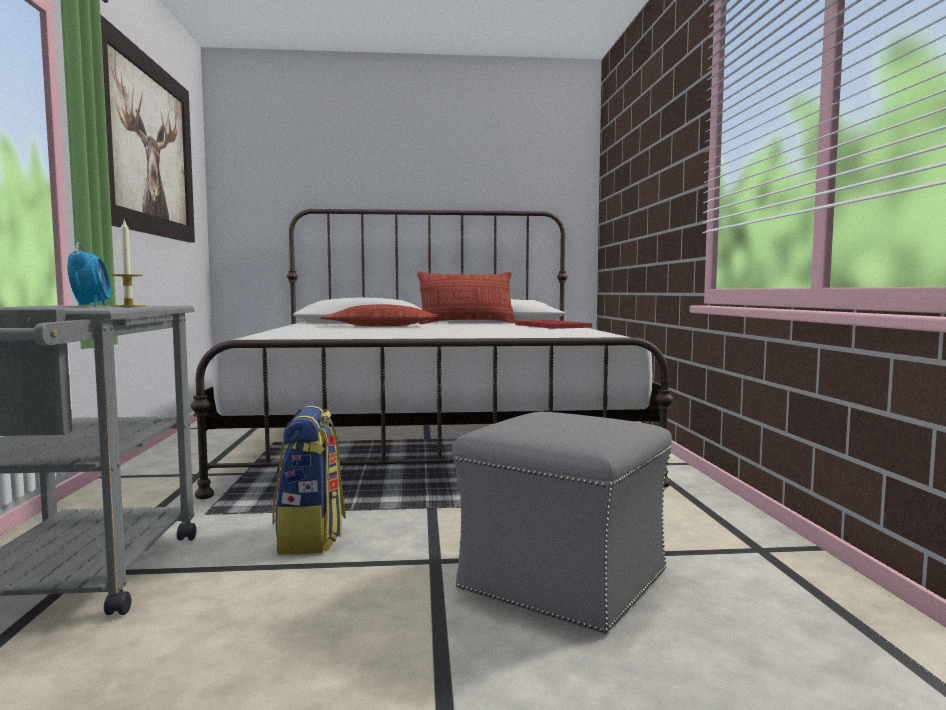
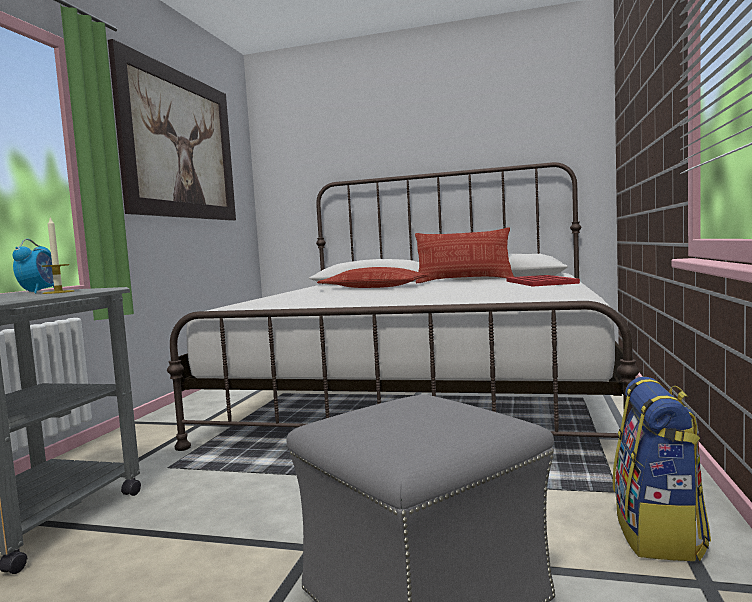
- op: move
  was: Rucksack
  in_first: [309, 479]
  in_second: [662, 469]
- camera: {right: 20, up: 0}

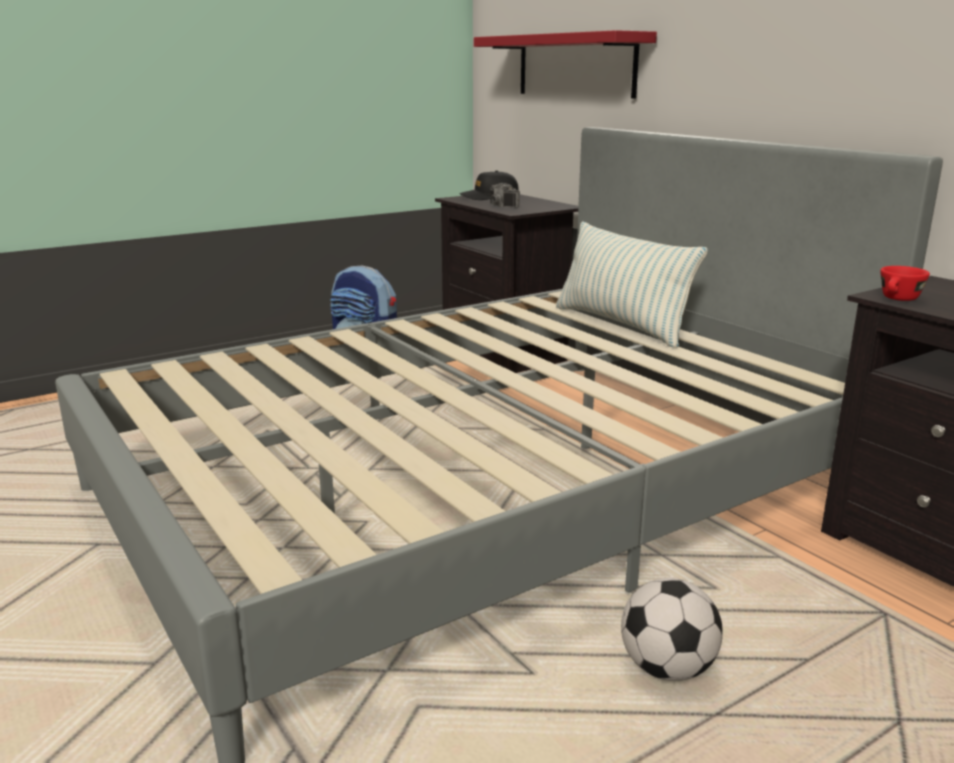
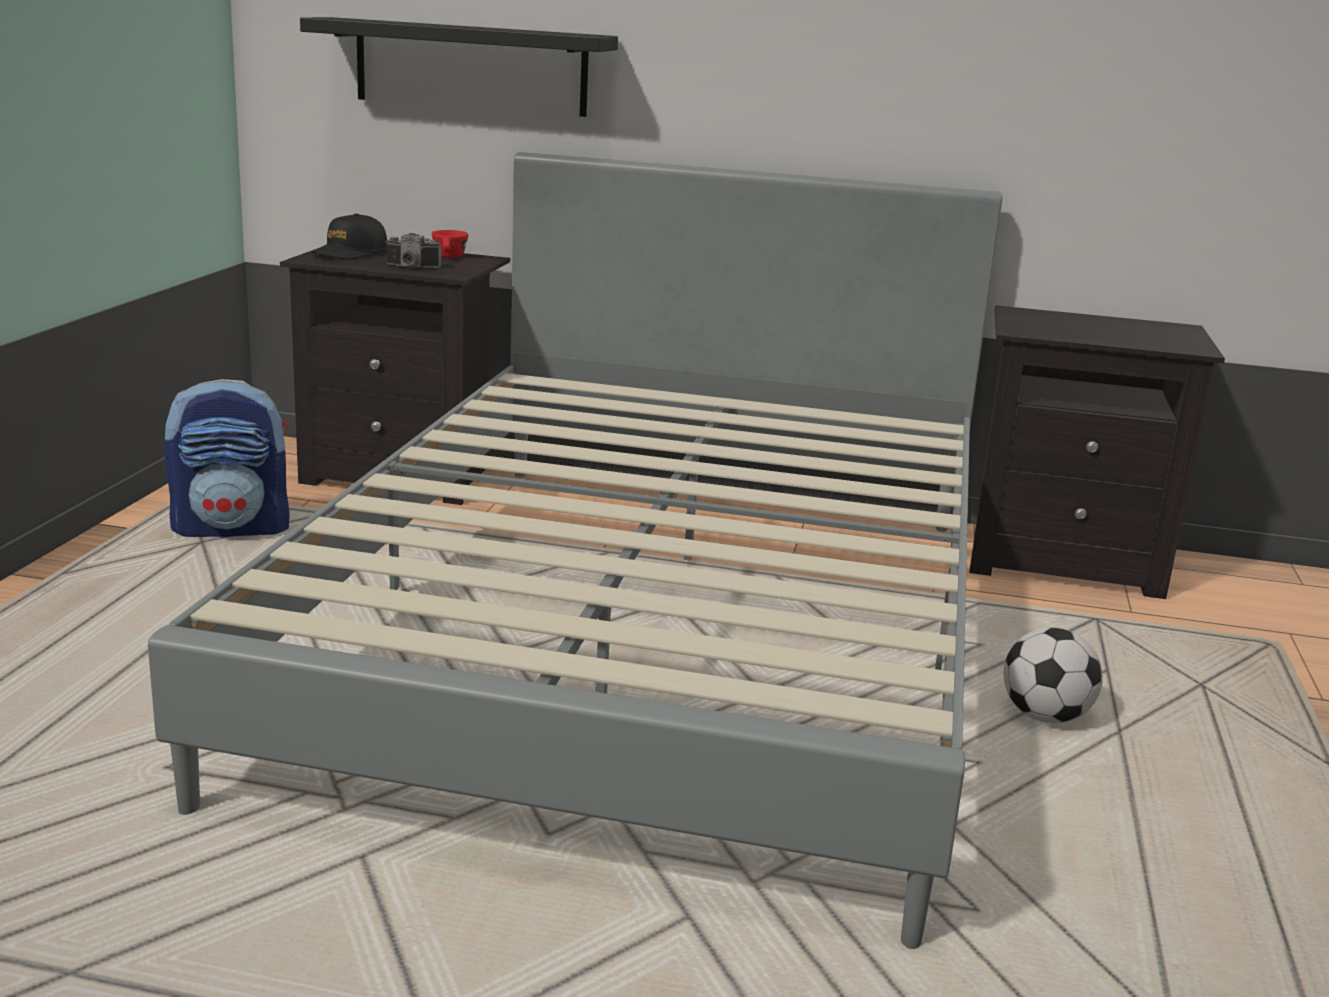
- op: recolor
  was: Wandregal [rot]
  now: Wandregal [schwarz]
  in_first: [565, 64]
  in_second: [459, 67]
- op: delete
  was: Kissen
  in_first: [632, 284]
- op: move
  was: Tasse [rot]
  in_first: [905, 283]
  in_second: [450, 244]
- camera: {right: -45, up: 0}

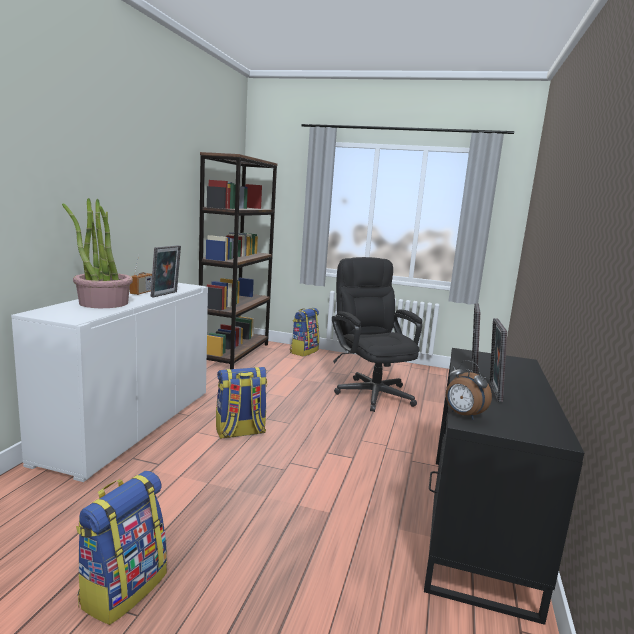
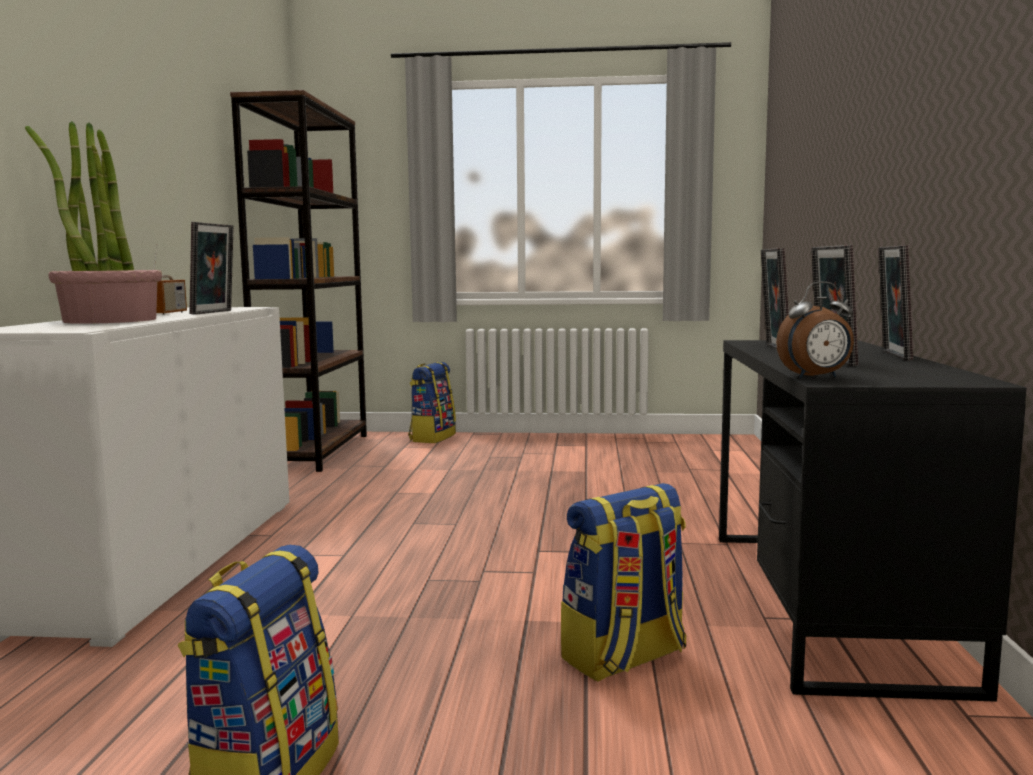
- op: move
  was: Rucksack
  in_first: [241, 403]
  in_second: [623, 582]
- op: delete
  was: Bürostuhl [schwarz]
  in_first: [377, 334]
- op: rotate
  was: Wecker
  in_first: [469, 390]
  in_second: [815, 329]
  clockwise: -45
- op: insert
  now: Bilderrahmen
  in_second: [896, 302]
- camera: {right: -10, up: -5}

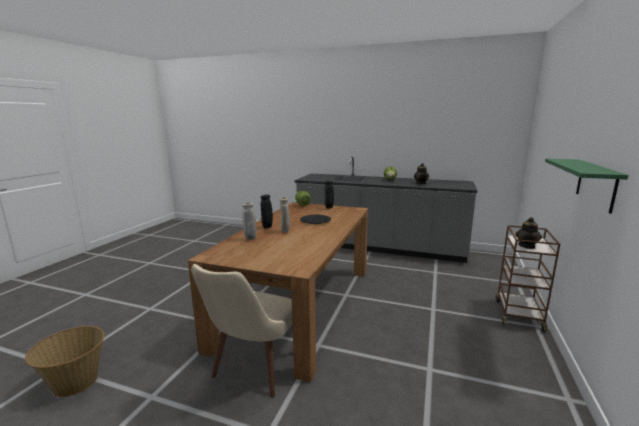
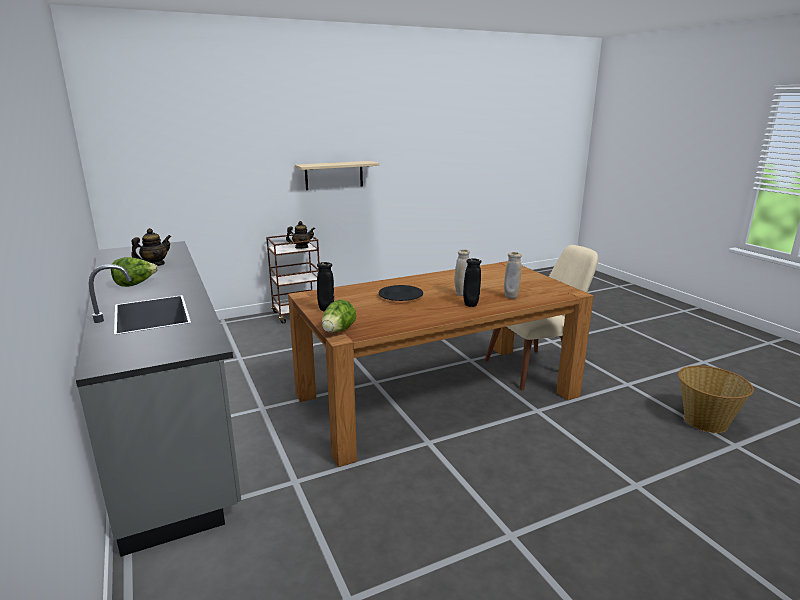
- op: recolor
  was: Wandregal [grün]
  now: Wandregal [beige]
  in_first: [586, 186]
  in_second: [337, 175]
- camera: {right: -135, up: 5}

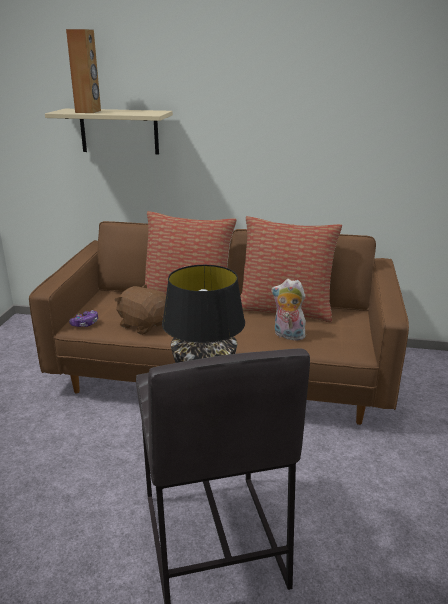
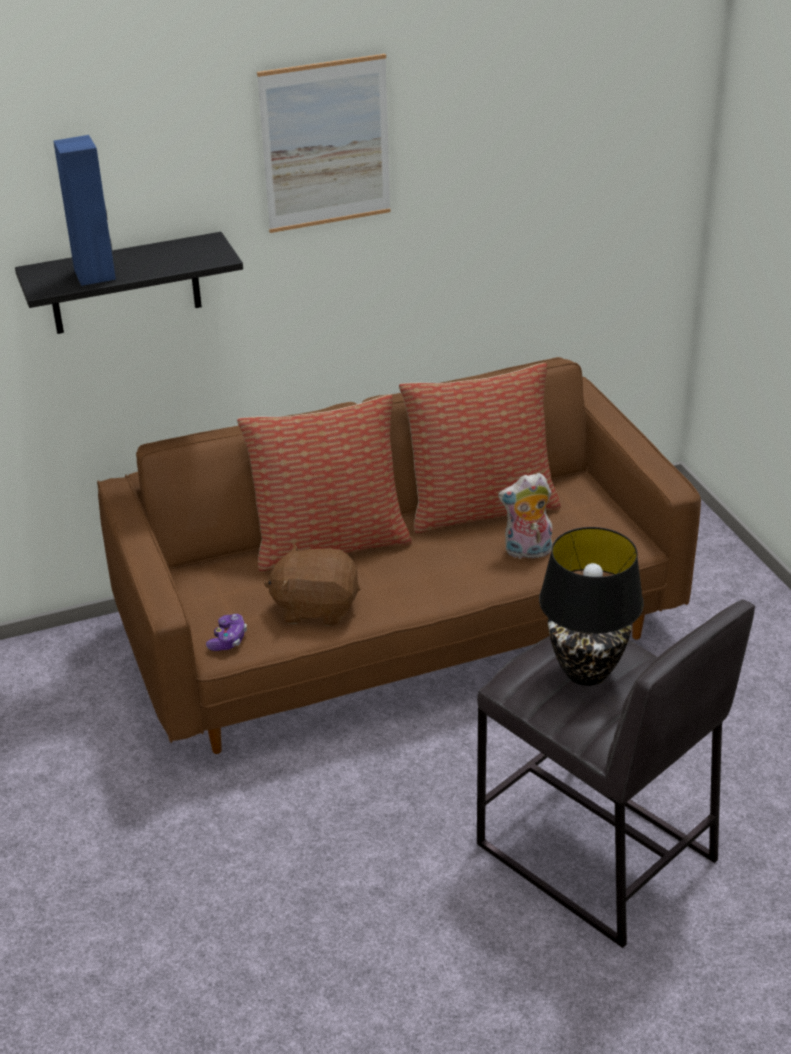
- op: recolor
  was: Wandregal [beige]
  now: Wandregal [schwarz]
  in_first: [109, 132]
  in_second: [129, 283]
- op: recolor
  was: Lautsprecher [braun]
  now: Lautsprecher [blau]
  in_first: [83, 71]
  in_second: [84, 210]
- op: insert
  now: Bild
  in_second: [324, 143]
- camera: {right: -30, up: 10}

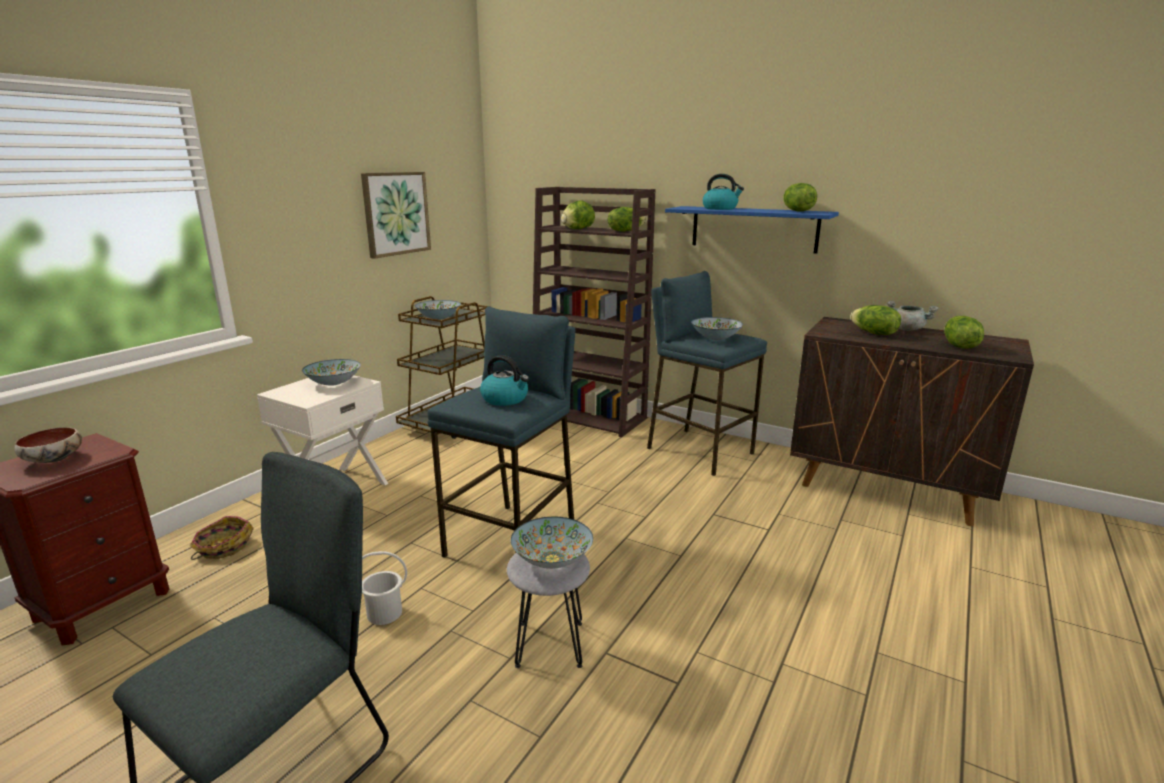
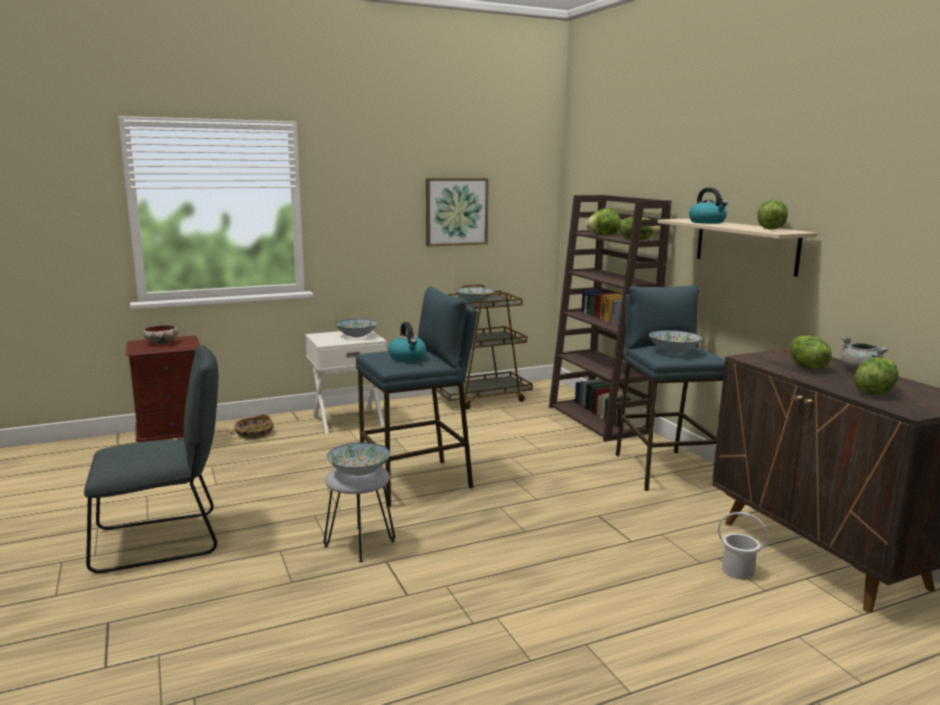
- op: move
  was: Eimer [weiß]
  in_first: [384, 588]
  in_second: [743, 546]
- op: recolor
  was: Wandregal [blau]
  now: Wandregal [beige]
  in_first: [752, 230]
  in_second: [737, 248]
- camera: {right: 35, up: -5}

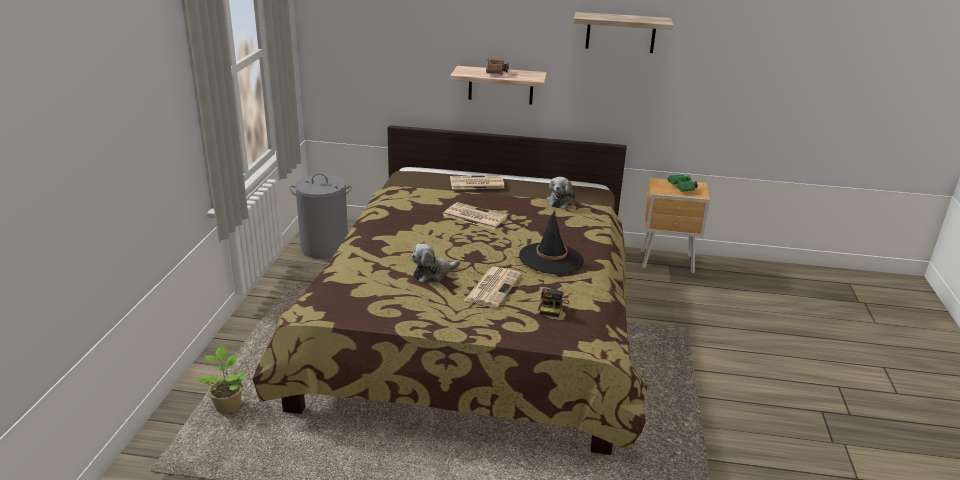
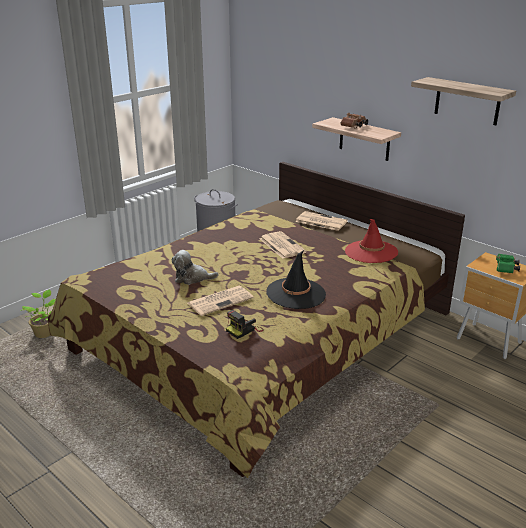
- op: replace
  was: Plüschtier
  now: Hut [rot]
  in_first: [561, 193]
  in_second: [371, 241]
- camera: {right: 35, up: 0}

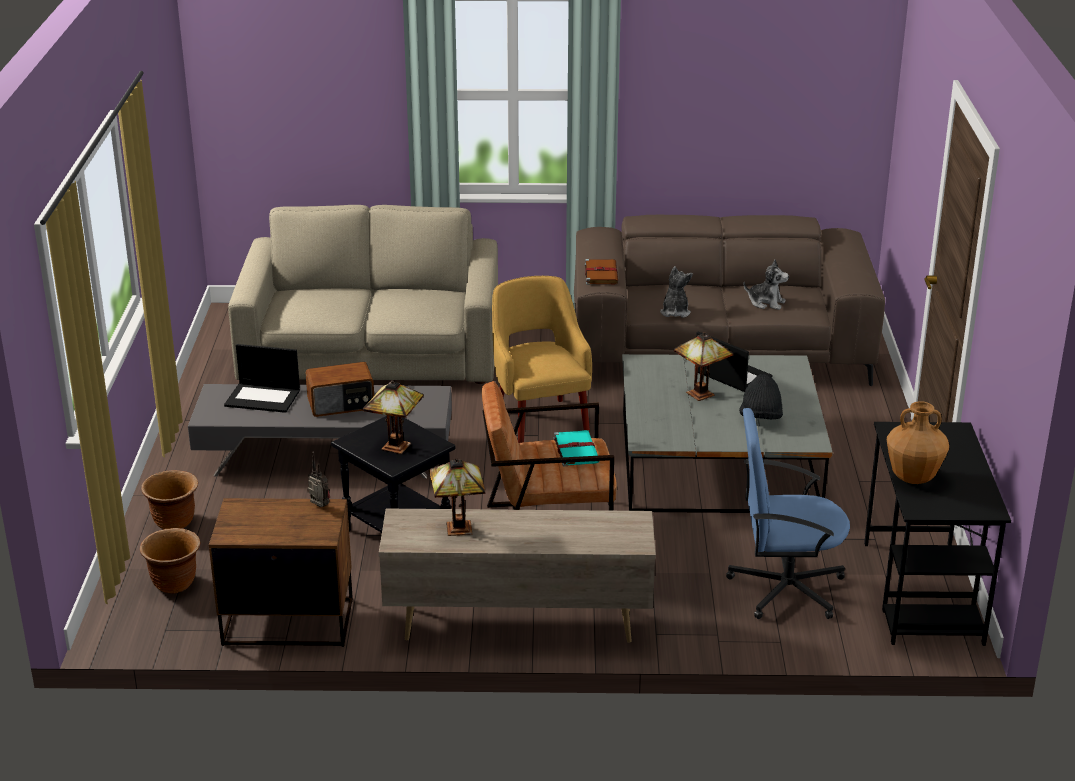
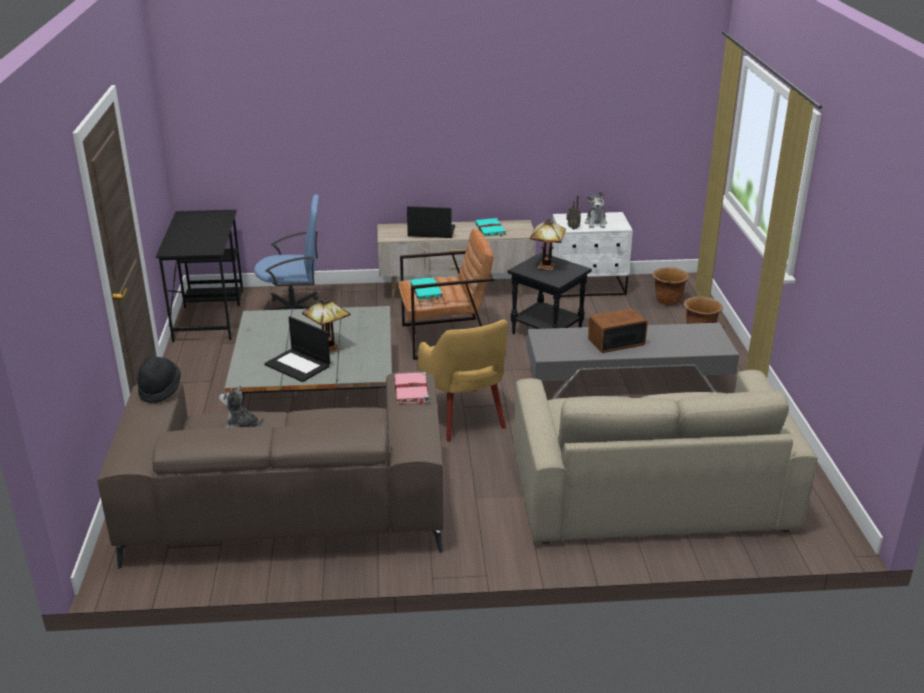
- op: recolor
  was: Nachttisch [braun]
  now: Nachttisch [weiß]
  in_first: [281, 572]
  in_second: [592, 254]
- op: move
  was: Laptop
  in_first: [262, 378]
  in_second: [431, 222]
- op: replace
  was: Tischlampe
  now: Buch [türkis]
  in_first: [457, 497]
  in_second: [490, 227]
- op: recolor
  was: Buch [braun]
  now: Buch [rosa]
  in_first: [601, 272]
  in_second: [411, 388]
- op: move
  was: Plüschtier
  in_first: [676, 292]
  in_second: [596, 209]
- op: move
  was: Hut [schwarz]
  in_first: [761, 396]
  in_second: [159, 379]
- op: delete
  was: Vase [braun]
  in_first: [918, 442]
- camera: {right: 175, up: 0}

